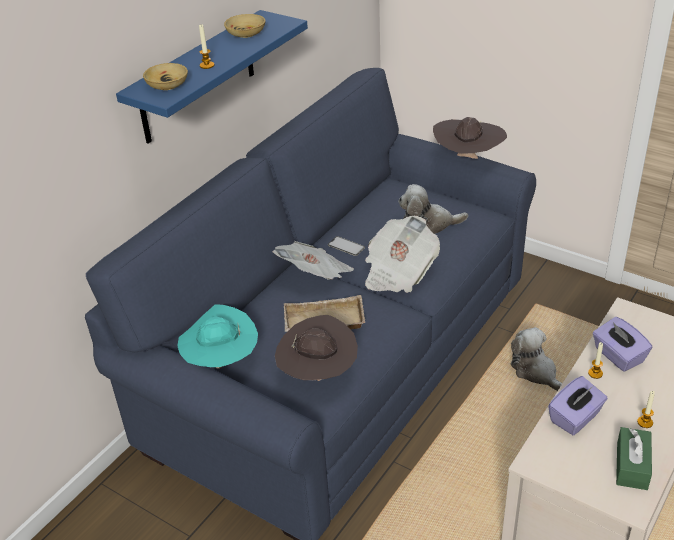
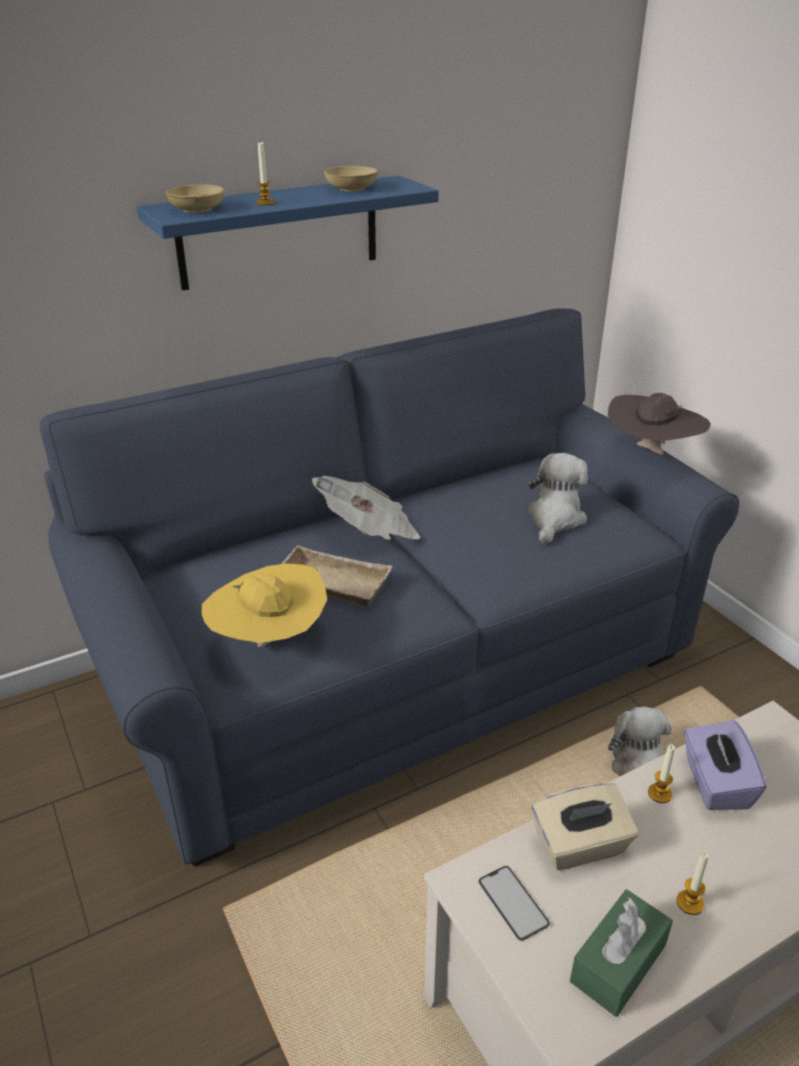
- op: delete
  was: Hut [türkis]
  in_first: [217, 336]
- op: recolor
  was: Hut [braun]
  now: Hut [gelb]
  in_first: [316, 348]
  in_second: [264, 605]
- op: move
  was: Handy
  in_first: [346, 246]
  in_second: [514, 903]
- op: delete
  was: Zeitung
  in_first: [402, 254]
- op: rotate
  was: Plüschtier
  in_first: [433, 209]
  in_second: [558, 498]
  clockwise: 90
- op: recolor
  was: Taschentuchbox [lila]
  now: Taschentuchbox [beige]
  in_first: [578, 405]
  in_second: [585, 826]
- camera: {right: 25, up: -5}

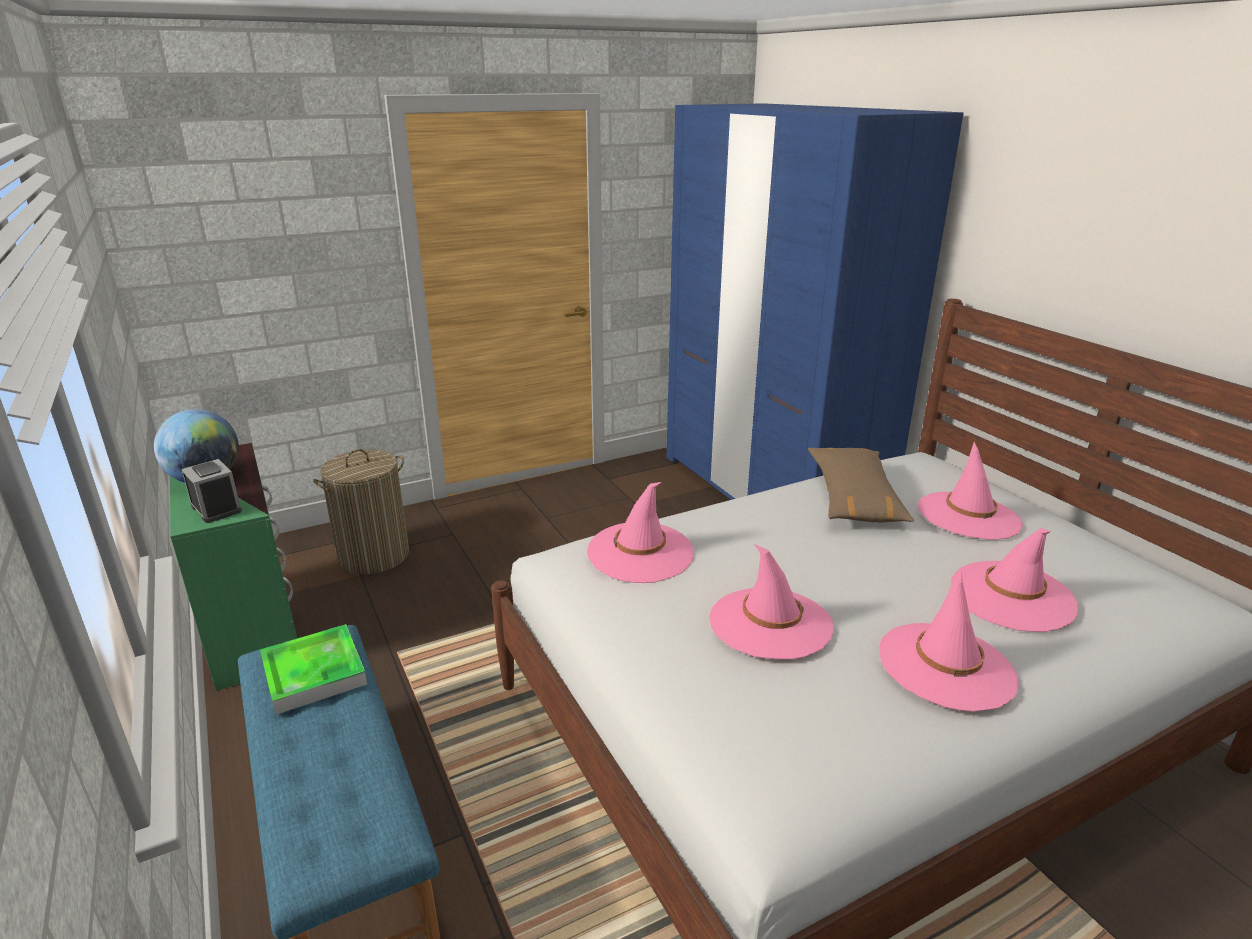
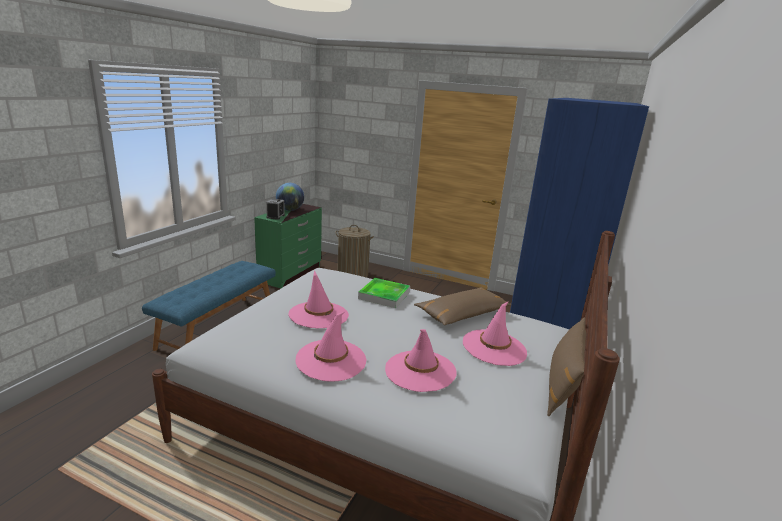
- op: move
  was: Tablett
  in_first: [313, 669]
  in_second: [384, 293]
- op: delete
  was: Hut [rosa]
  in_first: [640, 532]
- op: insert
  now: Kissen [braun]
  in_second: [566, 366]
- camera: {right: 50, up: -5}

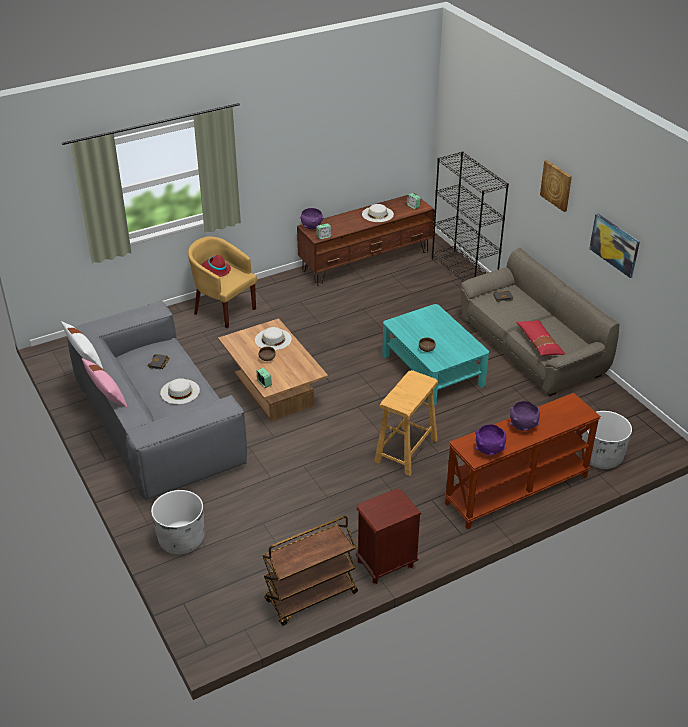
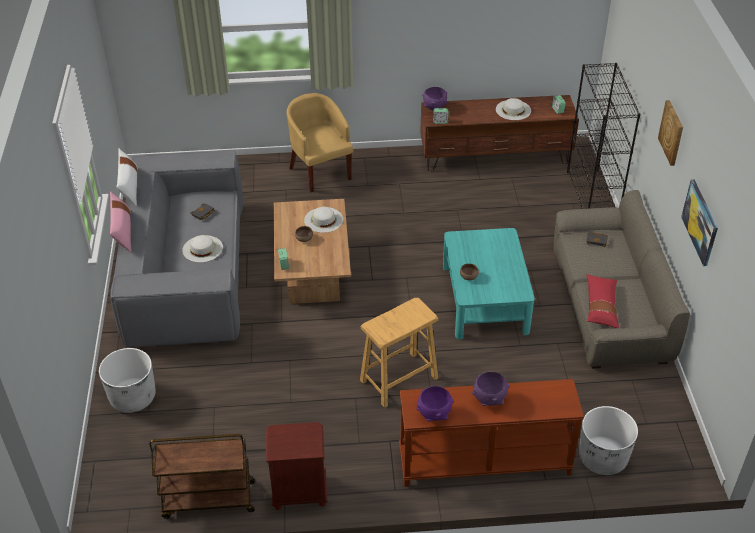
- op: delete
  was: Hut [rot]
  in_first: [216, 266]
- camera: {right: 25, up: 5}

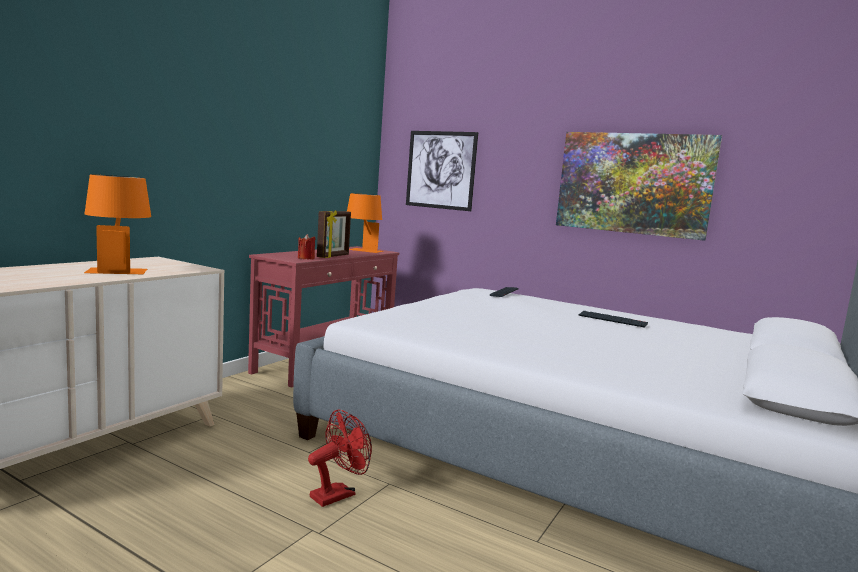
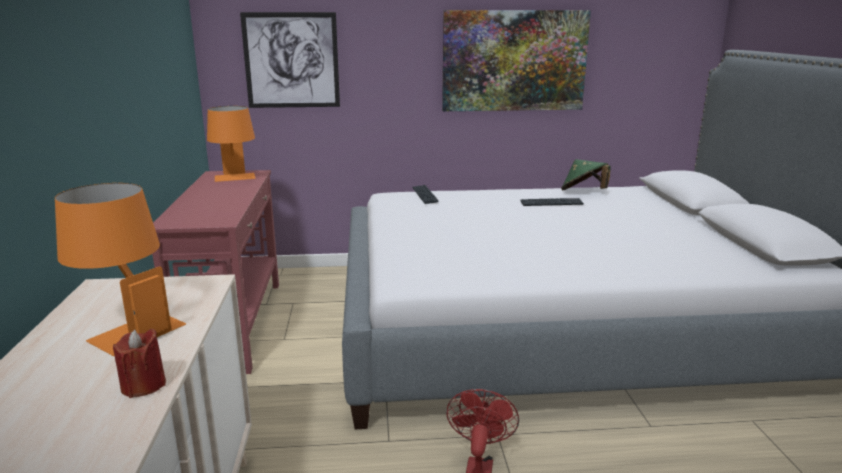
- op: move
  was: Kerze [rot]
  in_first: [307, 246]
  in_second: [139, 363]
- op: delete
  was: Bilderrahmen
  in_first: [334, 234]
- op: insert
  now: Hut [grün]
  in_second: [586, 174]
- camera: {right: -35, up: 10}

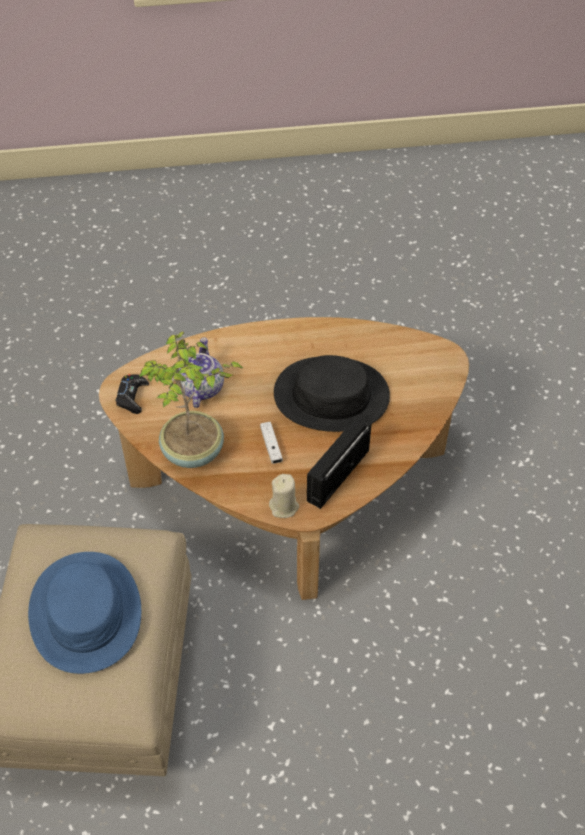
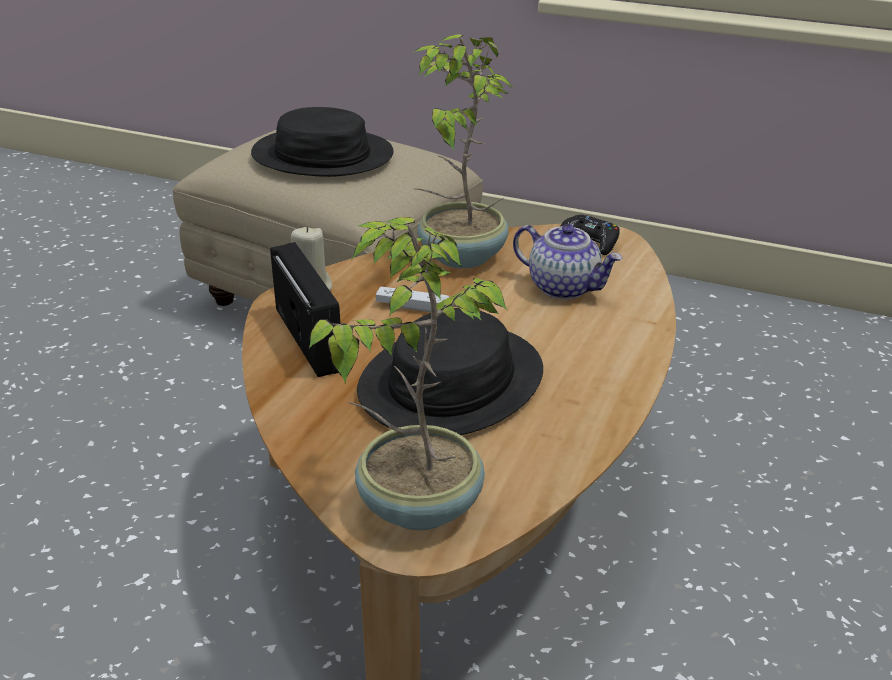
- op: recolor
  was: Hut [blau]
  now: Hut [schwarz]
  in_first: [84, 613]
  in_second: [322, 142]
- op: insert
  now: Topfpflanze
  in_second: [408, 373]
- camera: {right: 120, up: -20}

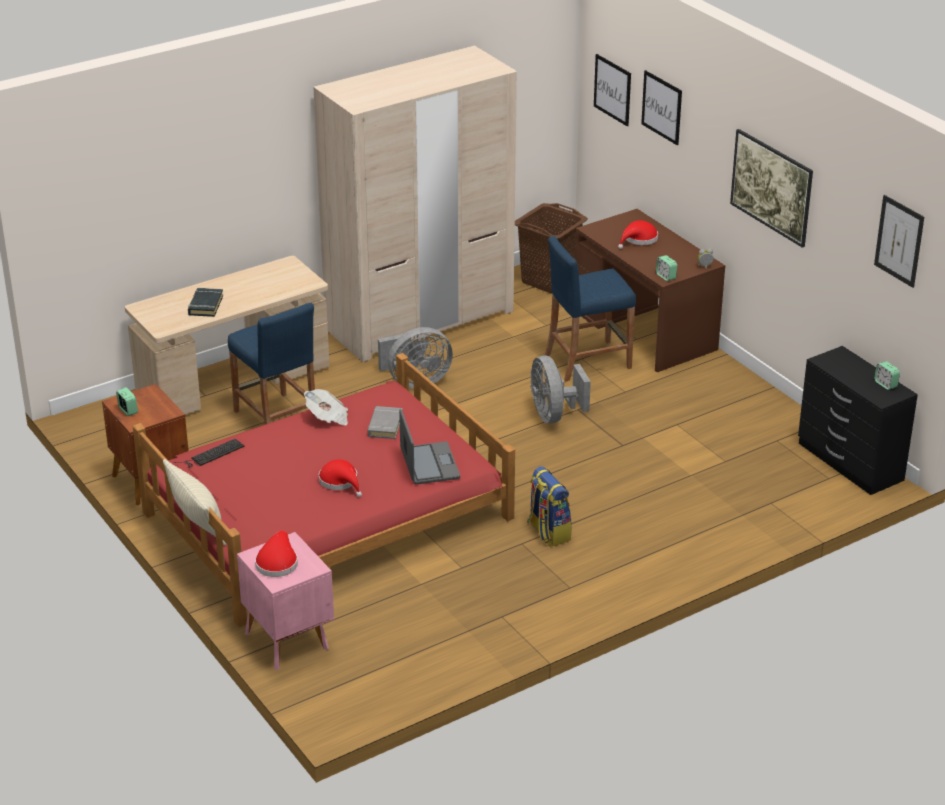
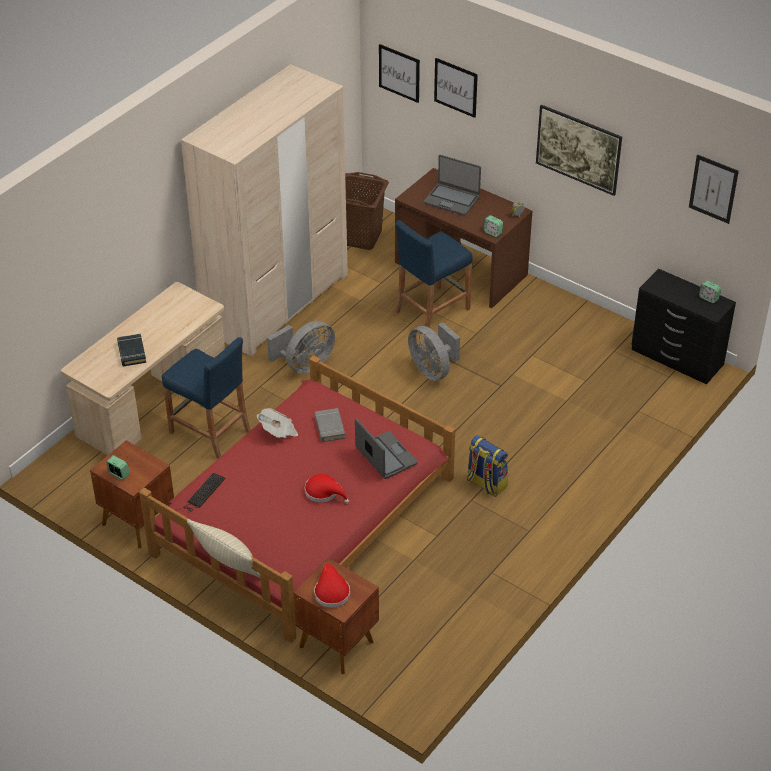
- op: recolor
  was: Nachttisch [rosa]
  now: Nachttisch [braun]
  in_first: [285, 601]
  in_second: [336, 616]
- op: replace
  was: Hut [rot]
  now: Laptop
  in_first: [638, 234]
  in_second: [452, 185]
- camera: {right: -20, up: 10}

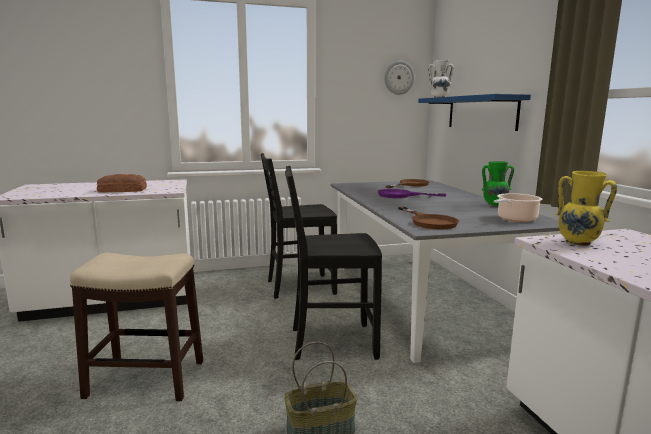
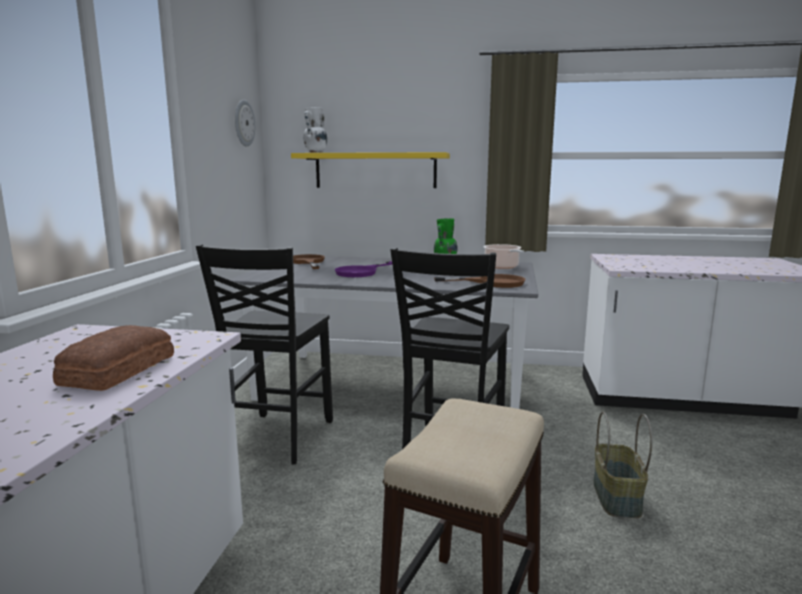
- op: recolor
  was: Wandregal [blau]
  now: Wandregal [gelb]
  in_first: [474, 112]
  in_second: [370, 170]
- op: delete
  was: Vase [gelb]
  in_first: [586, 208]
- camera: {right: -65, up: 0}

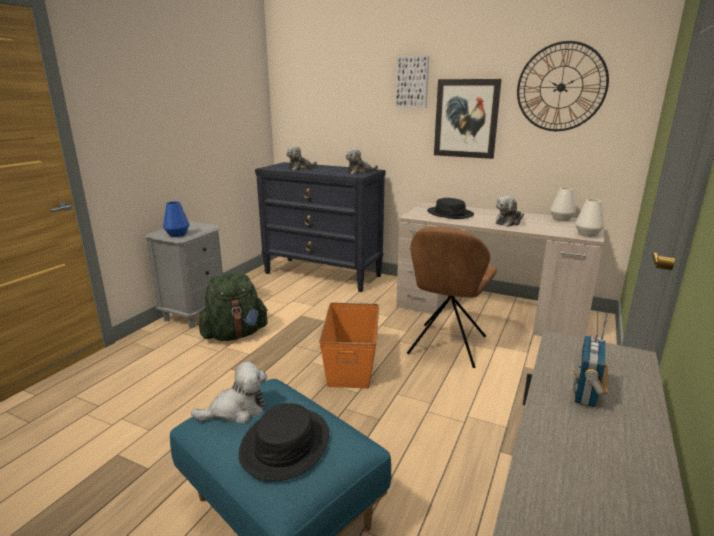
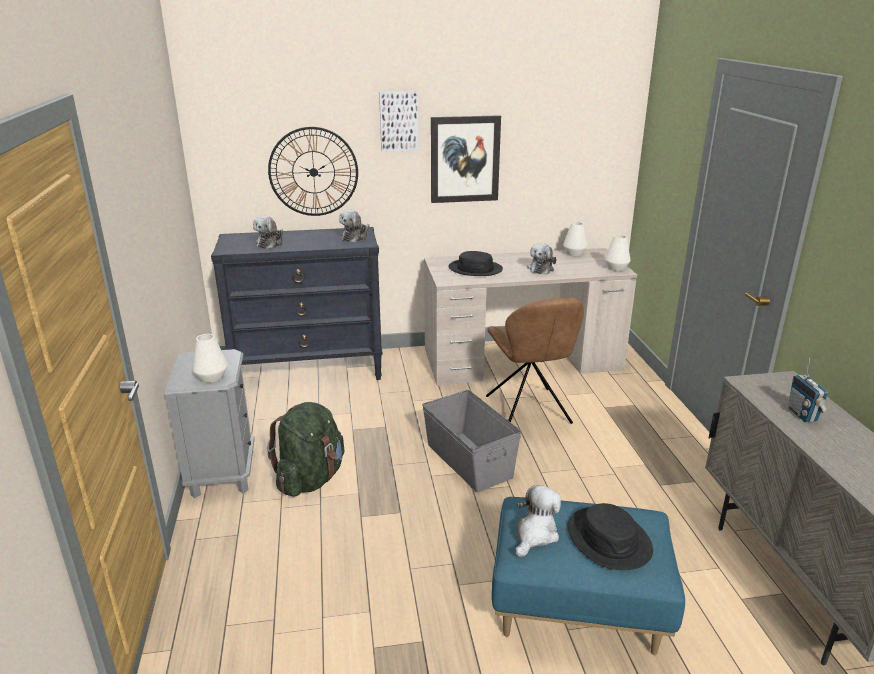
- op: recolor
  was: Vase [blau]
  now: Vase [weiß]
  in_first: [176, 219]
  in_second: [210, 358]
- op: recolor
  was: Aufbewahrungsbox [orange]
  now: Aufbewahrungsbox [grau]
  in_first: [349, 345]
  in_second: [471, 441]
- op: move
  was: Wanduhr
  in_first: [563, 86]
  in_second: [313, 171]
- camera: {right: -35, up: 5}

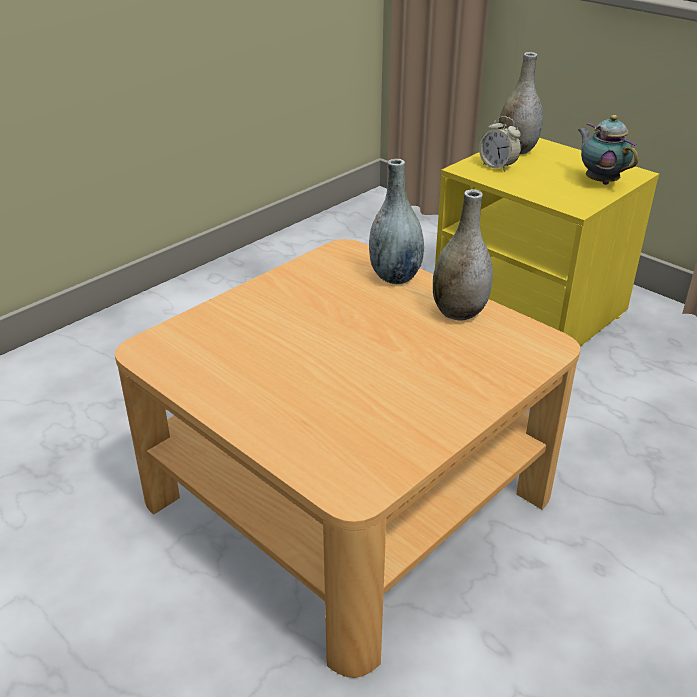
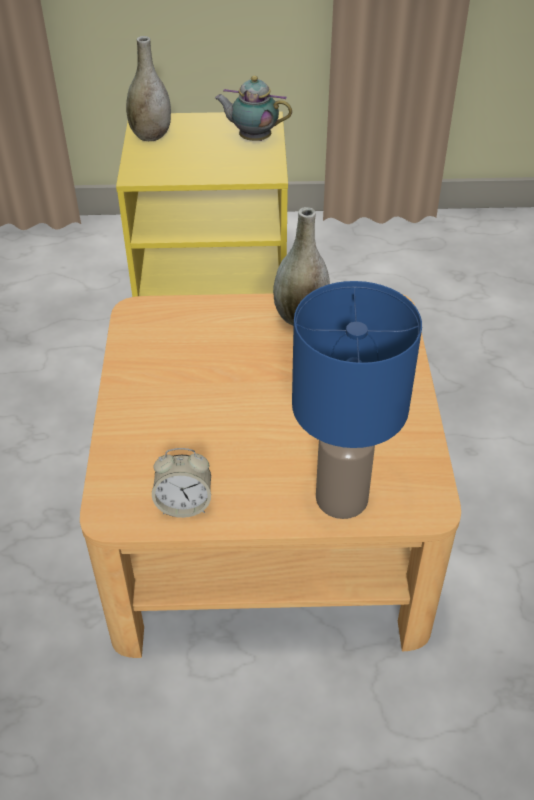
- op: delete
  was: Vase [grau]
  in_first: [396, 221]
- op: move
  was: Wecker
  in_first: [500, 143]
  in_second: [181, 483]
- op: insert
  now: Tischlampe [blau]
  in_second: [357, 400]
- camera: {right: -45, up: 10}

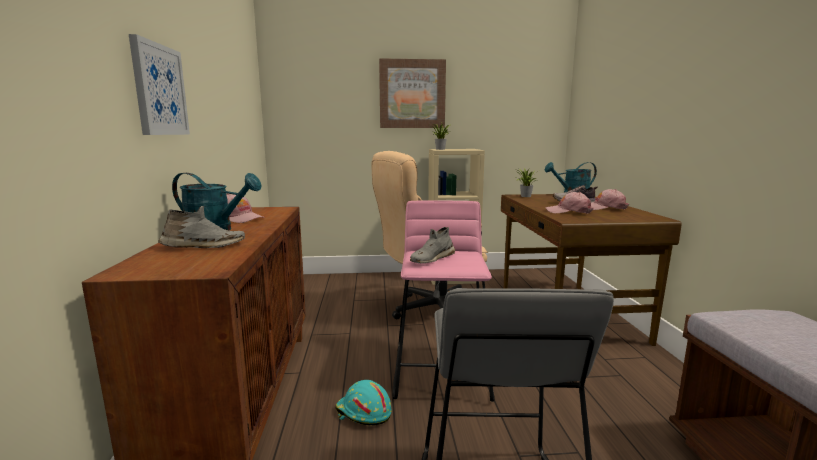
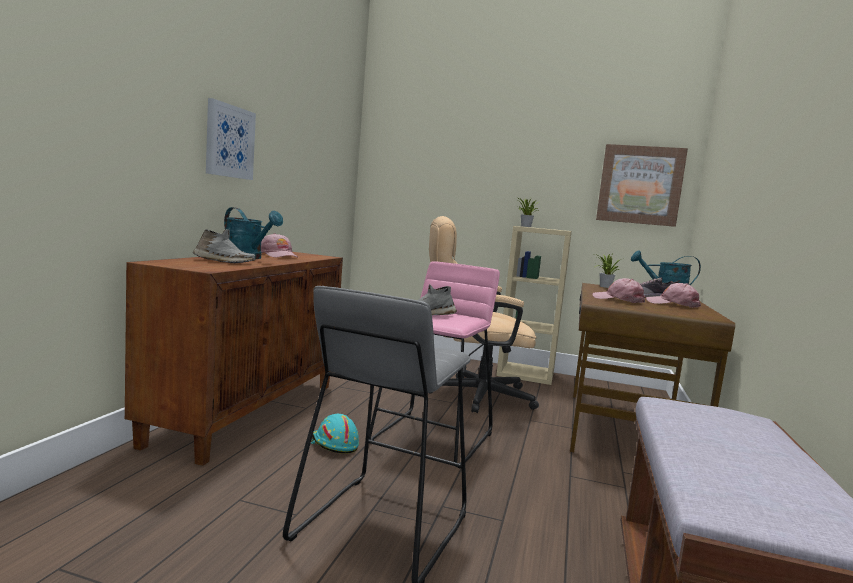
- op: move
  was: Bild
  in_first: [412, 93]
  in_second: [642, 185]
- camera: {right: 20, up: -5}

